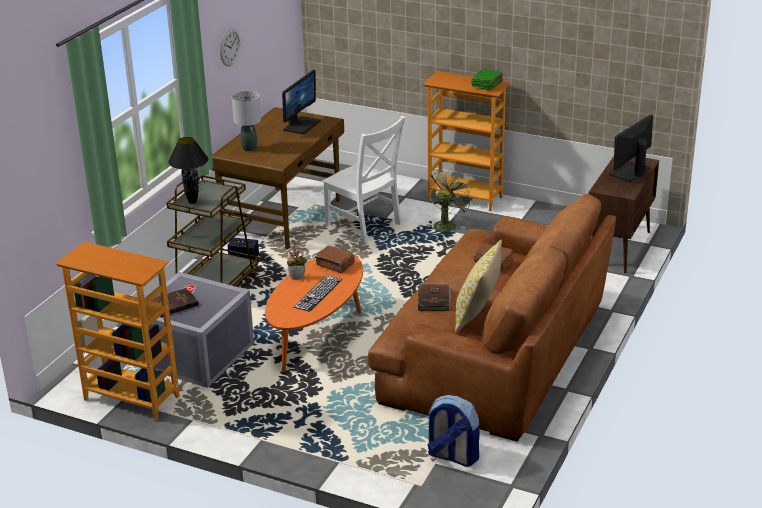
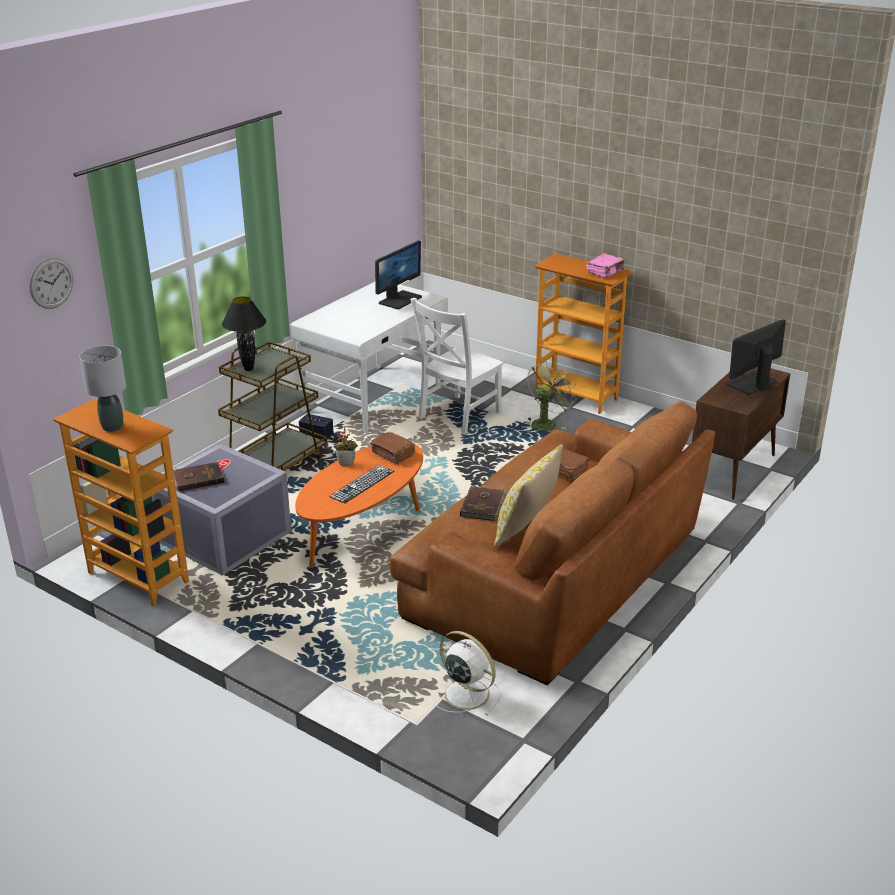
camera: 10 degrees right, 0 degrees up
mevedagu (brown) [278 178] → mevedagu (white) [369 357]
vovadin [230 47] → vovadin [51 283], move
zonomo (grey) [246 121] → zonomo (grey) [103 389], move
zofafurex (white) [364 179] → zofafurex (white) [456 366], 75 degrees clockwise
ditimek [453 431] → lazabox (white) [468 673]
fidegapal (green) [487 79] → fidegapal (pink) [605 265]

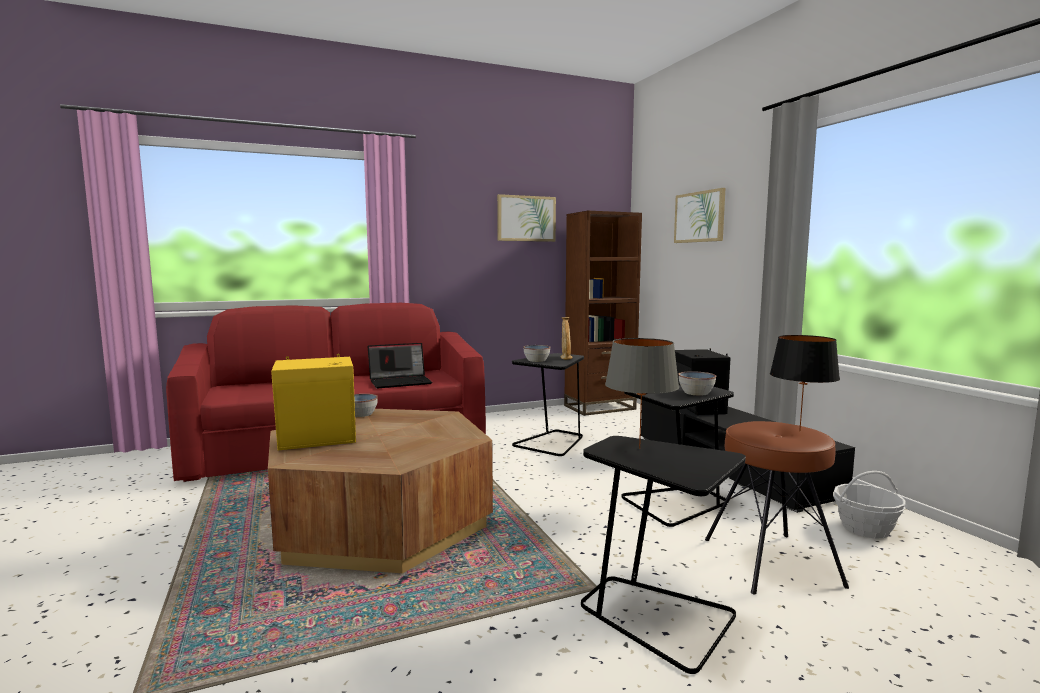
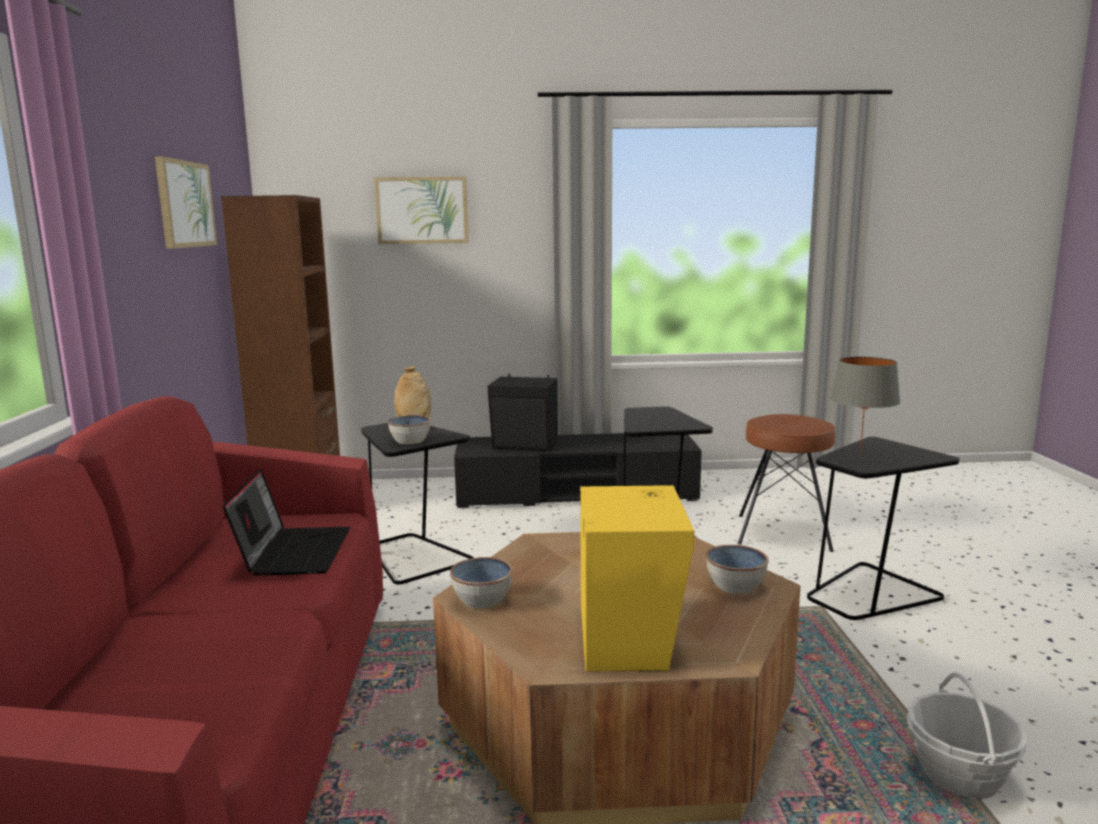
camera: 70 degrees left, 5 degrees up
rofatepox [697 383] → rofatepox [737 569], move
zonomo (black) [805 383] → -
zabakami [869 504] → zabakami [967 736], move

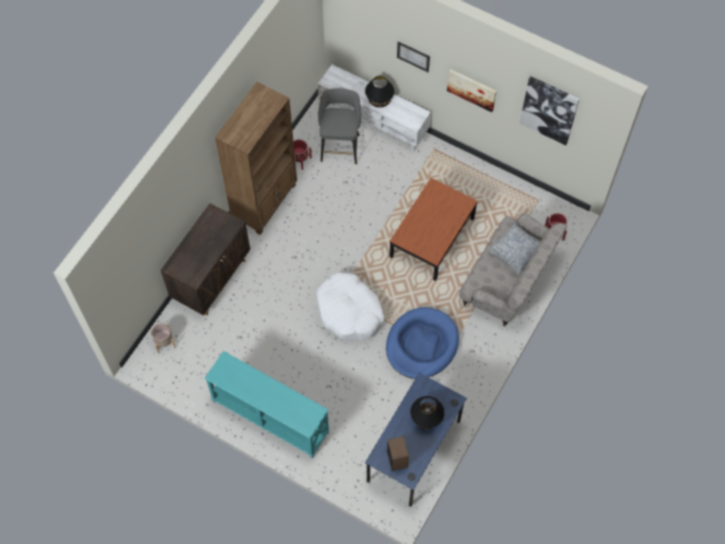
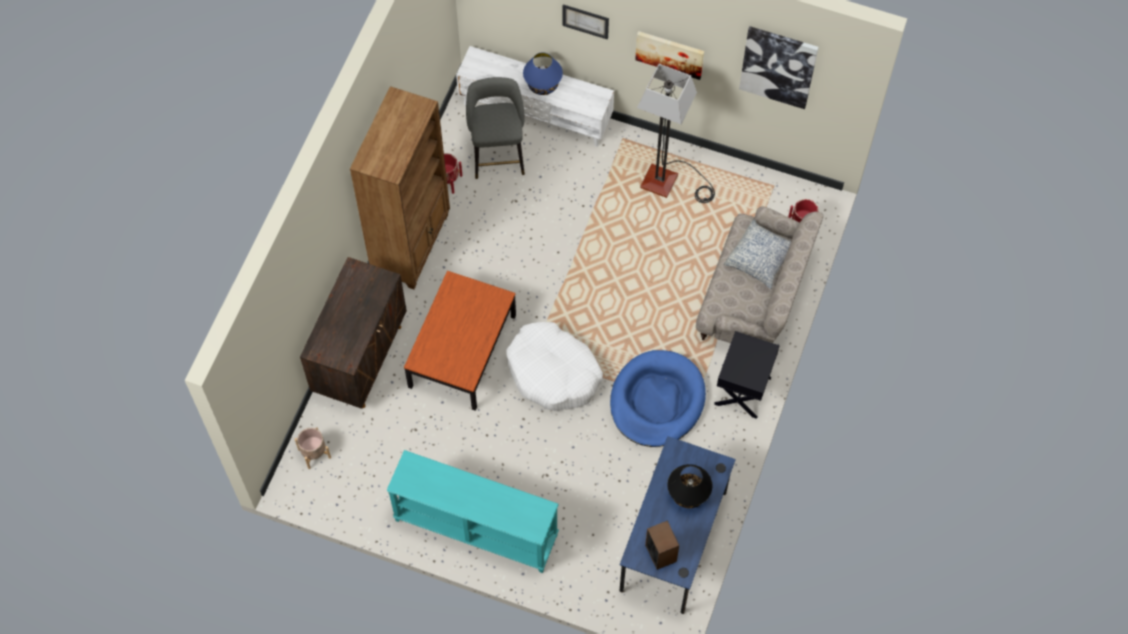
camera: 10 degrees left, 0 degrees up
zonomo (black) [380 92] → zonomo (blue) [543 73]
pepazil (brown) [434 229] → pepazil (brown) [460 341], move
- → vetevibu [676 133]
- → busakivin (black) [746 375]

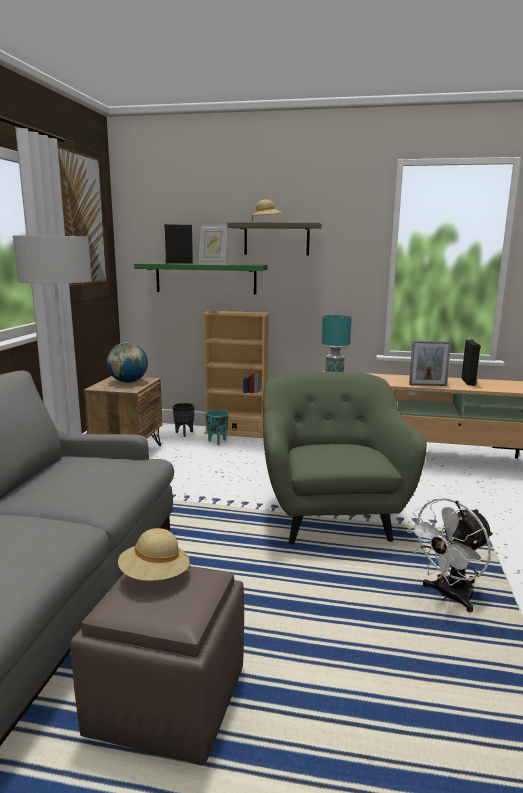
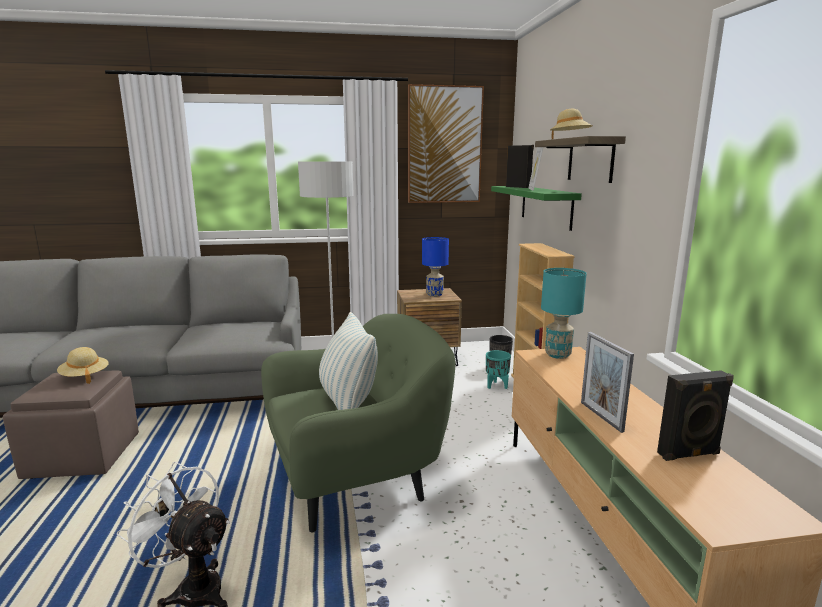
camera: 70 degrees right, 0 degrees up
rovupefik [127 362] → zonomo (blue) [435 267]
- → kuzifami [348 361]

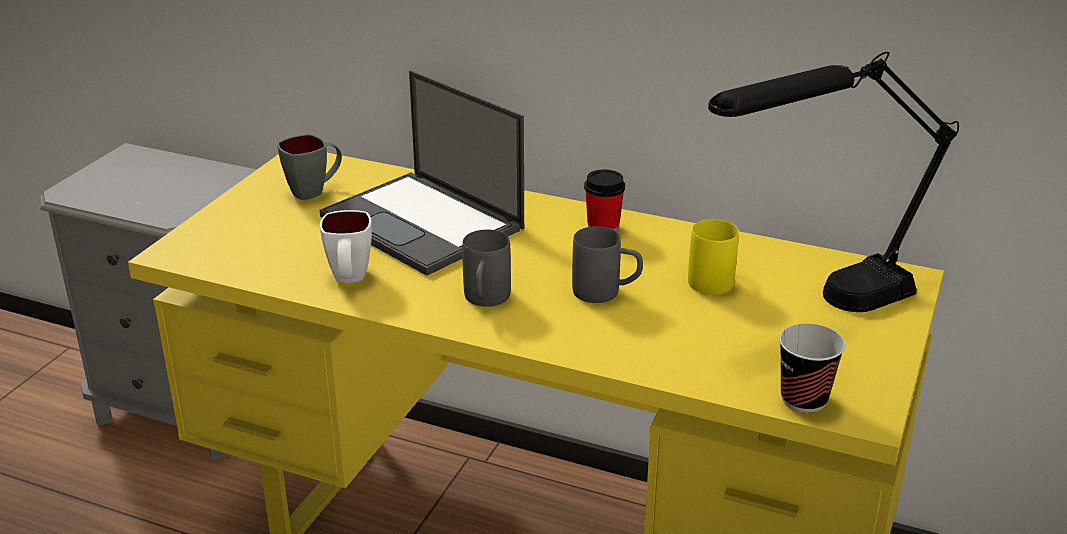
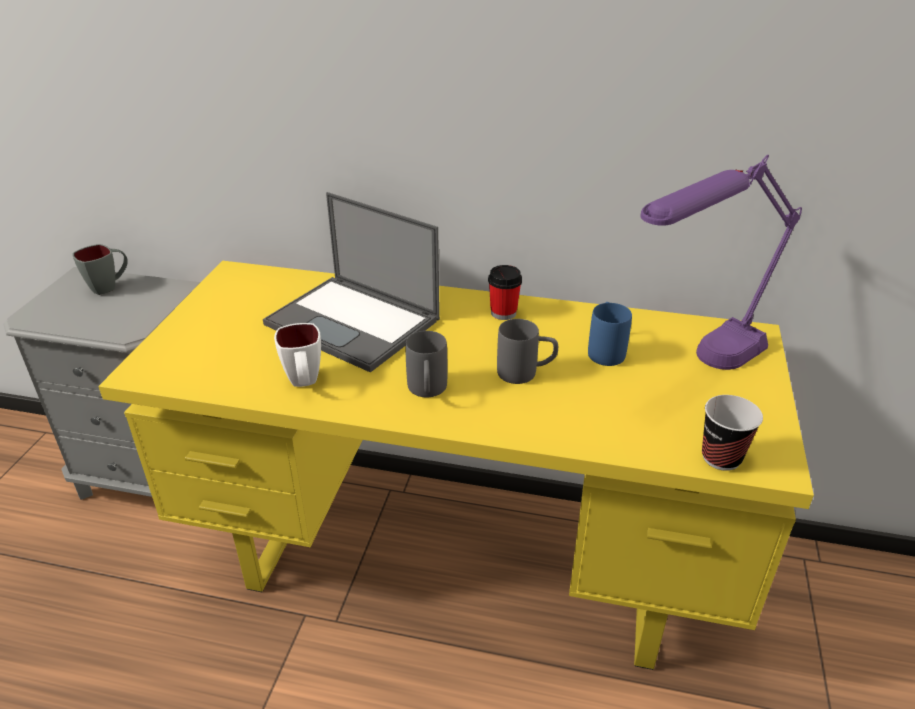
camera: 10 degrees left, 5 degrees up
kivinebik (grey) [309 167] → kivinebik (grey) [100 269], move
kivinebik (yellow) [713 257] → kivinebik (blue) [610 334]
zonomo (black) [833 182] → zonomo (purple) [721 262]

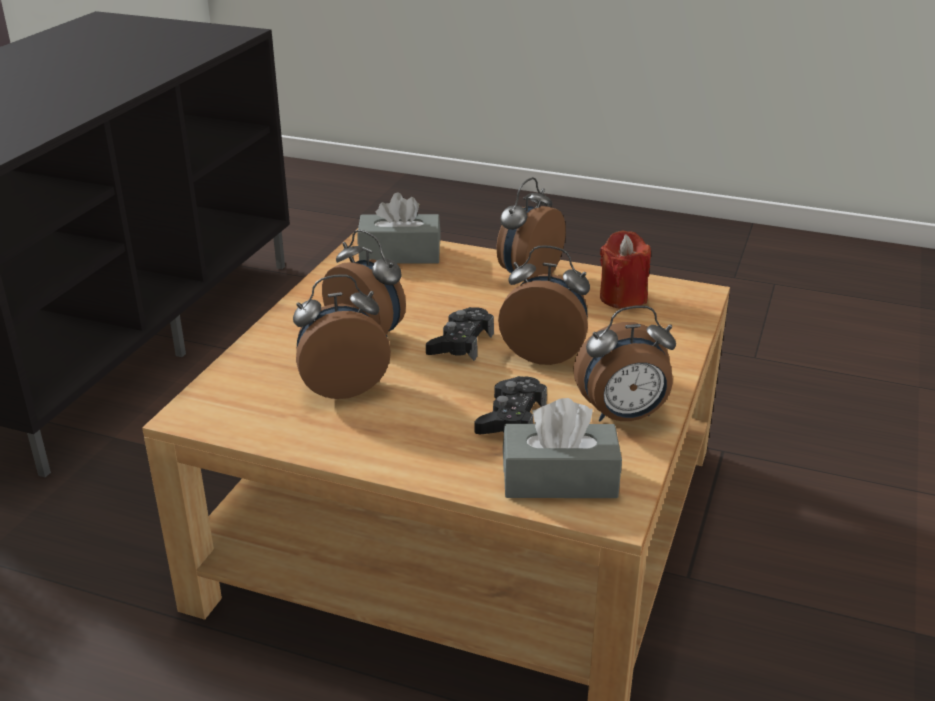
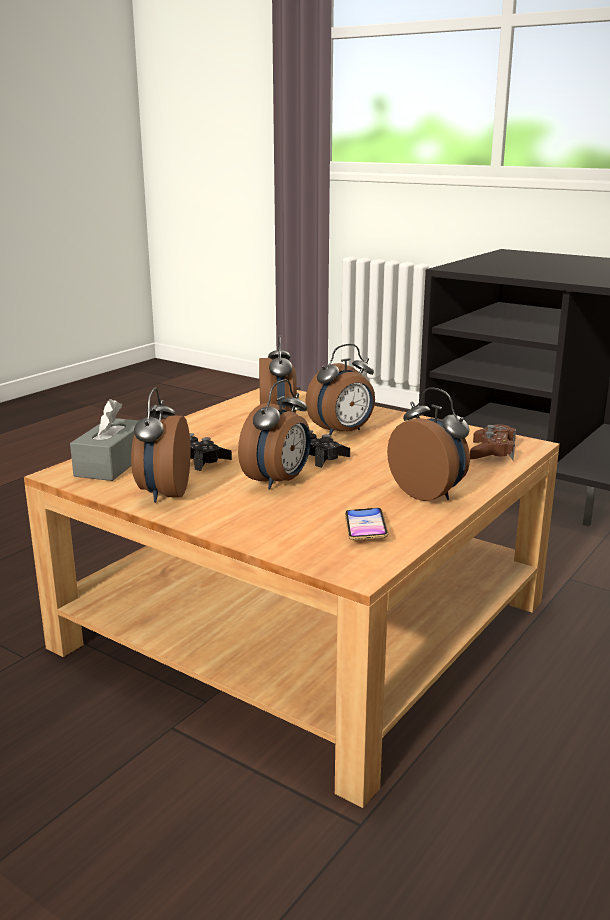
camera: 105 degrees right, 10 degrees down
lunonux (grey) [399 228] → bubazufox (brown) [493 442]
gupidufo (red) [625 269] → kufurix [366 524]

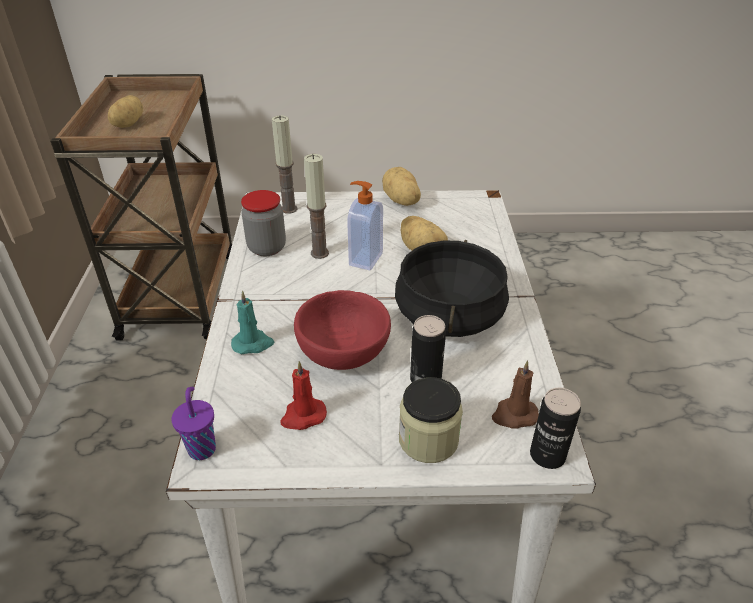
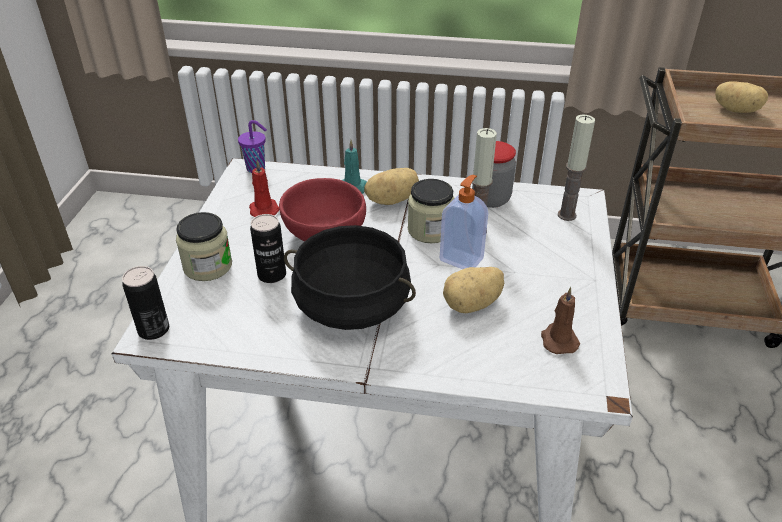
camera: 100 degrees right, 0 degrees up
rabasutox [401 186] → rabasutox [391 186], move
gupidufo (brown) [515 394] → gupidufo (brown) [560 320], move
- → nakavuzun [431 211]

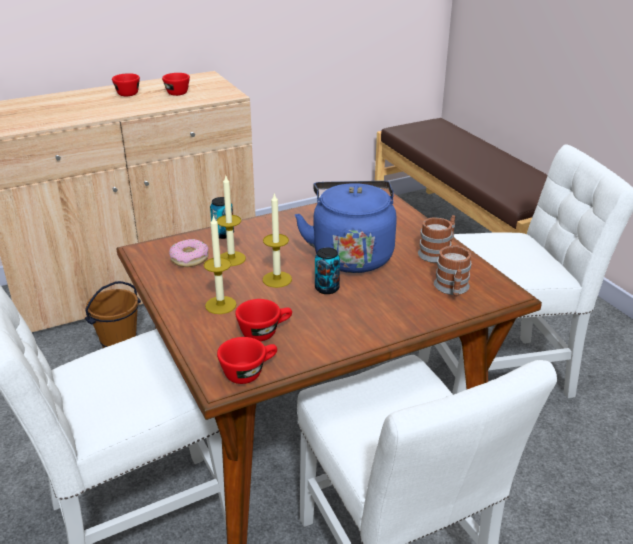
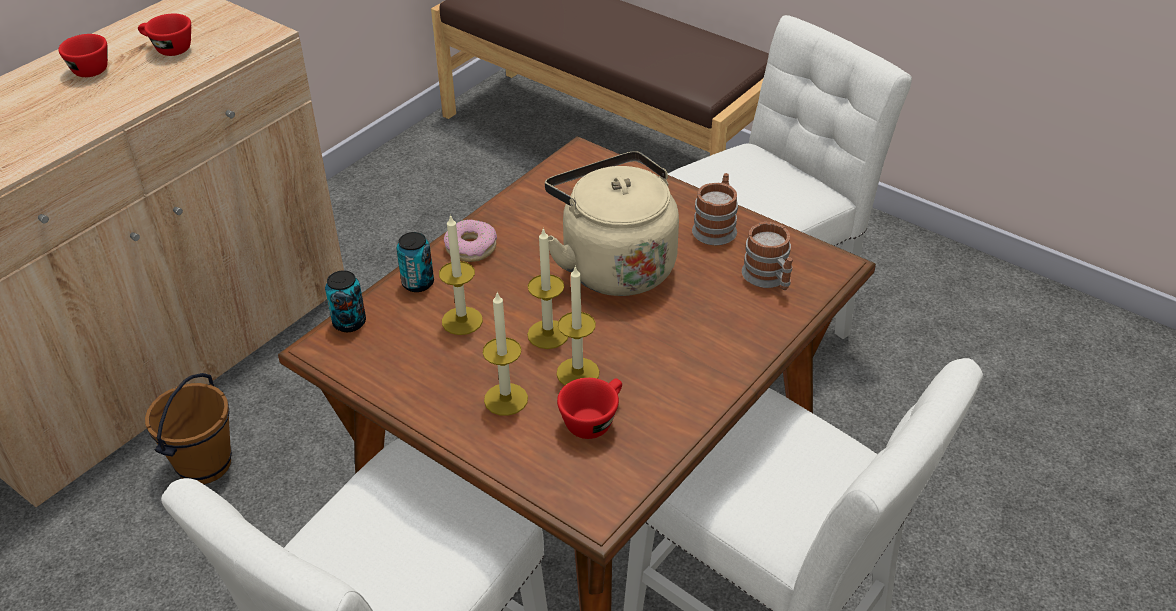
camera: 25 degrees left, 10 degrees up
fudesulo [189 253] → fudesulo [470 240], move
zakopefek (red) [247 360] → -
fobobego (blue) [346 227] → fobobego (beige) [612 223]
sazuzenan [327 271] → sazuzenan [345 301], move
- → gupidufo [577 325]

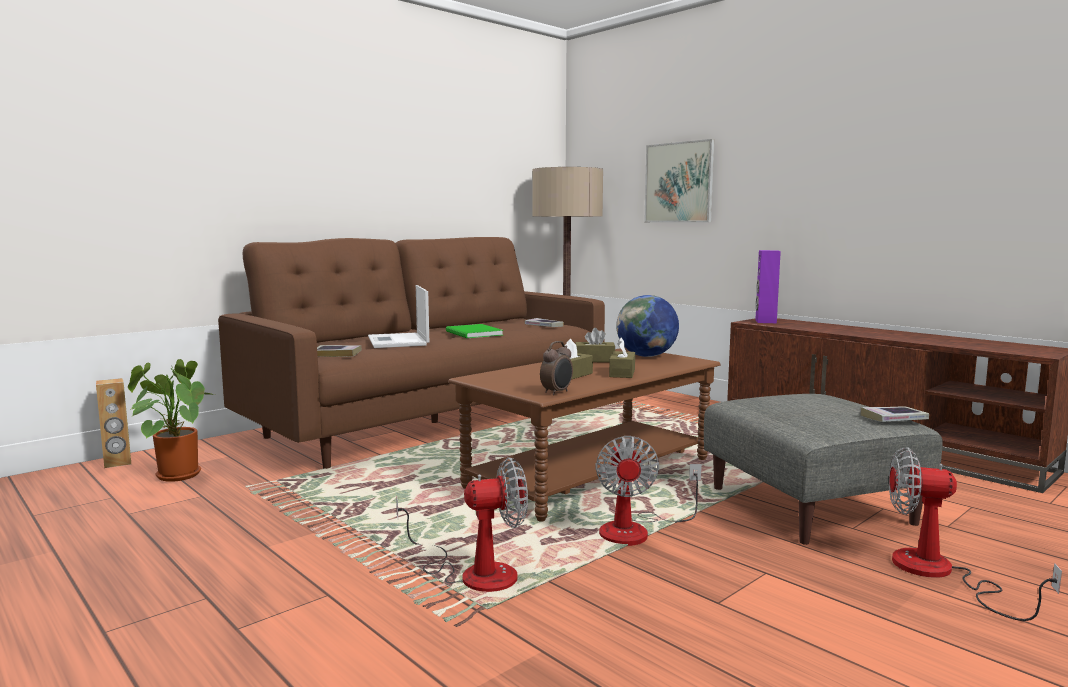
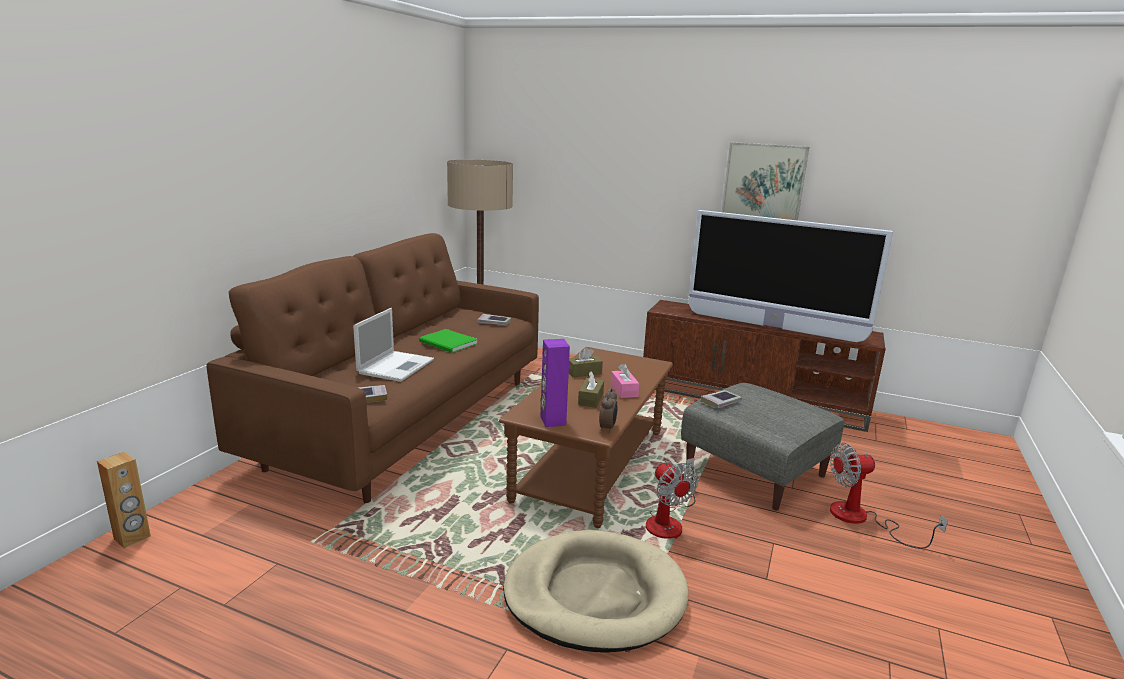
camera: 25 degrees left, 10 degrees up
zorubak [171 420] → -
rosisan [398 316] → rosisan [393 345], 120 degrees counterclockwise
lazabox [462 524] → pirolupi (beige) [596 591]
lunonux (brown) [622 357] → lunonux (pink) [625 380]
rovupefik [647 326] → -
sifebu [679 180] → sifebu [765 181], move
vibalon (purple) [768 286] → vibalon (purple) [555 383], move
fidegapal [895 414] → fidegapal [721 399], move
- → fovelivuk [790 276]

